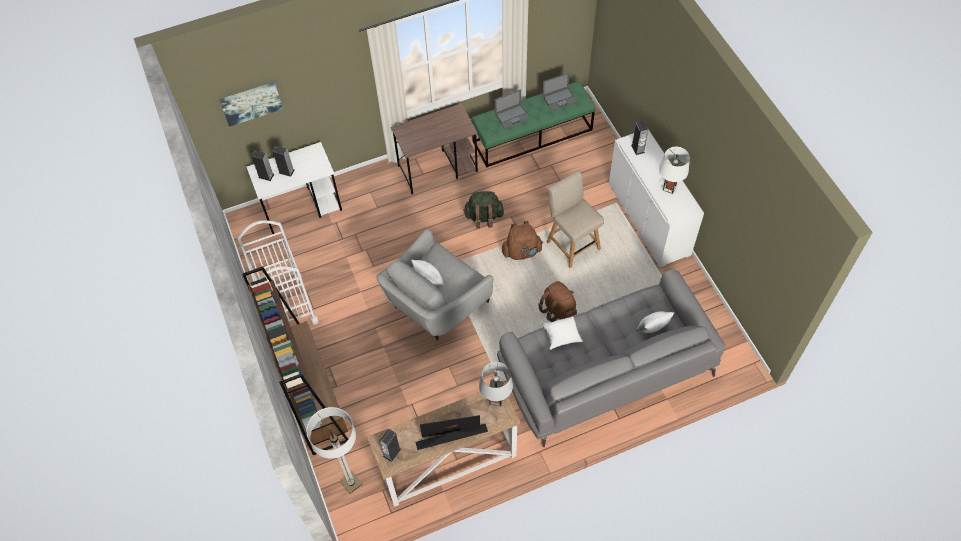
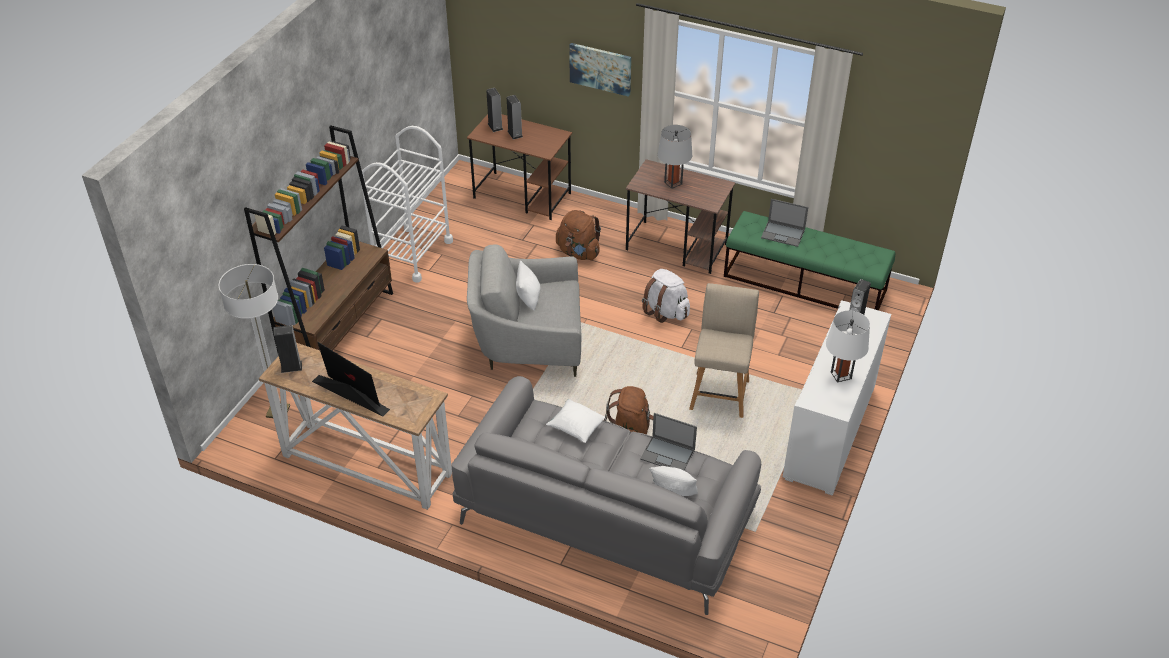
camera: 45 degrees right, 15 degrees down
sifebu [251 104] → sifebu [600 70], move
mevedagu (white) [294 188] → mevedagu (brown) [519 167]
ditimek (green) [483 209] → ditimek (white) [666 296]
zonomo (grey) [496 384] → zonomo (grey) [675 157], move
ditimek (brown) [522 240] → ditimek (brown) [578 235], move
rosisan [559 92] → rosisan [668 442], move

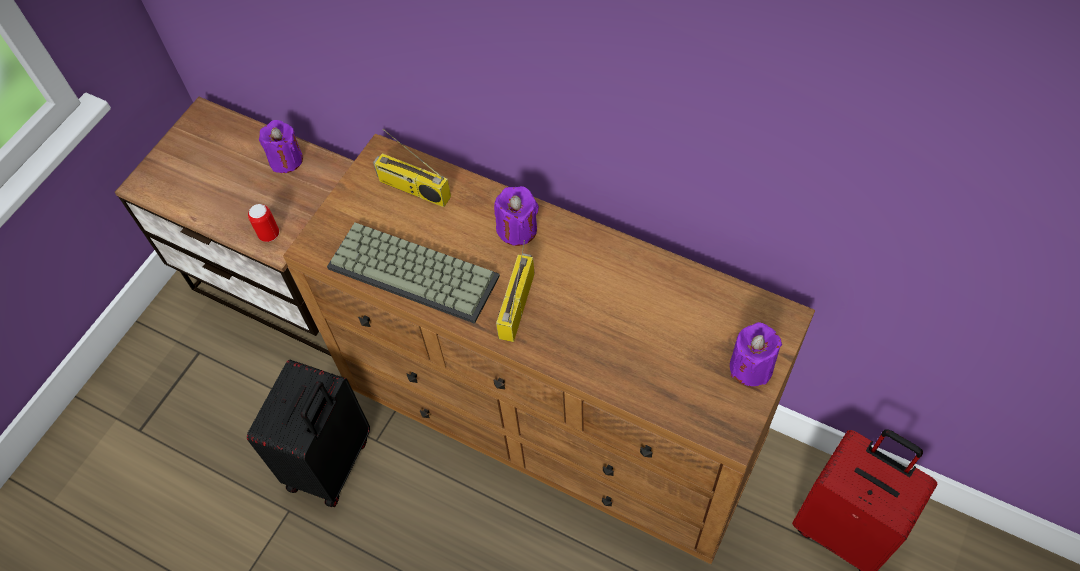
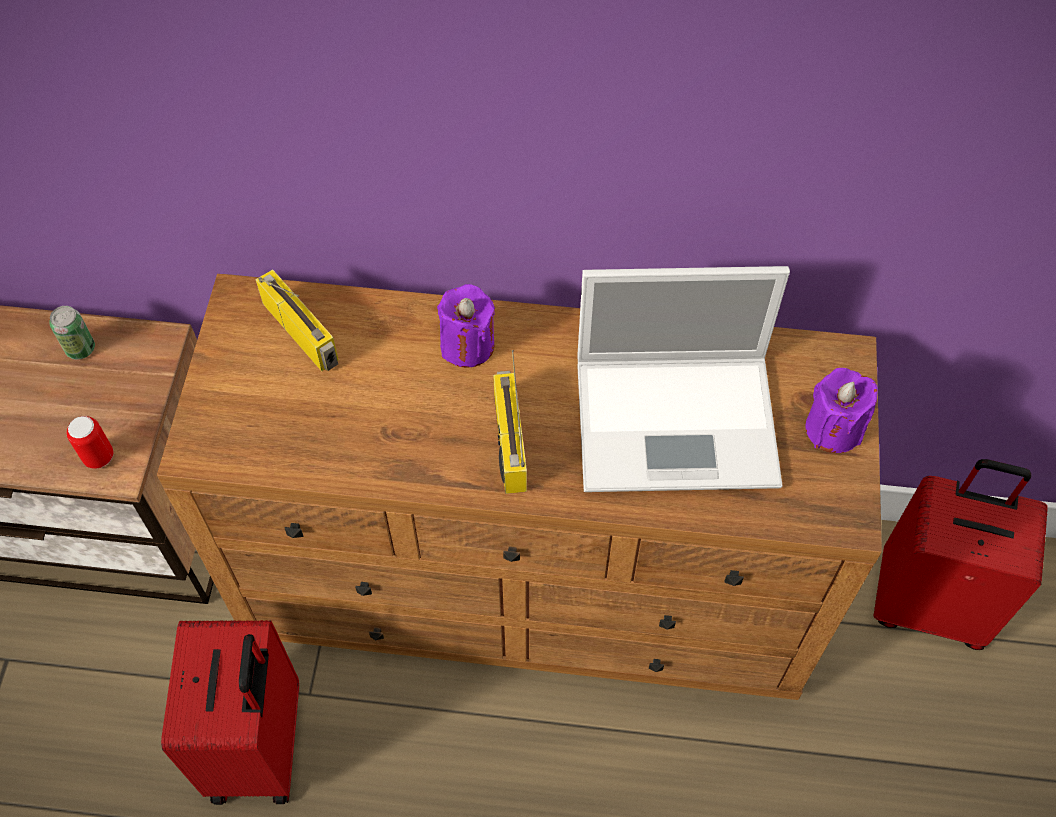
camera: 25 degrees left, 0 degrees up
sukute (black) [308 433] → sukute (red) [230 712]
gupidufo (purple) [281 146] → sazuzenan [72 333]
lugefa [413 273] → -
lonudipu [412 168] → lonudipu [297 320], 135 degrees counterclockwise
- → rosisan [683 379]

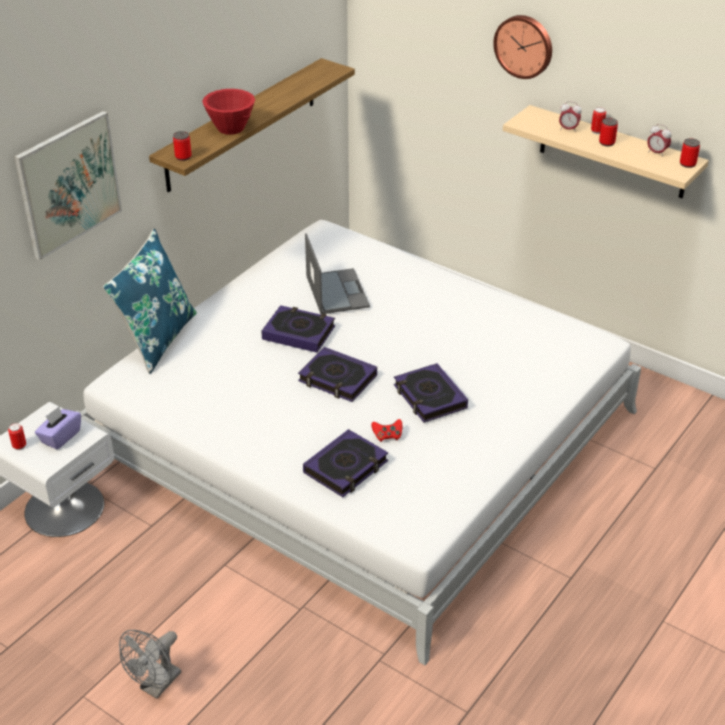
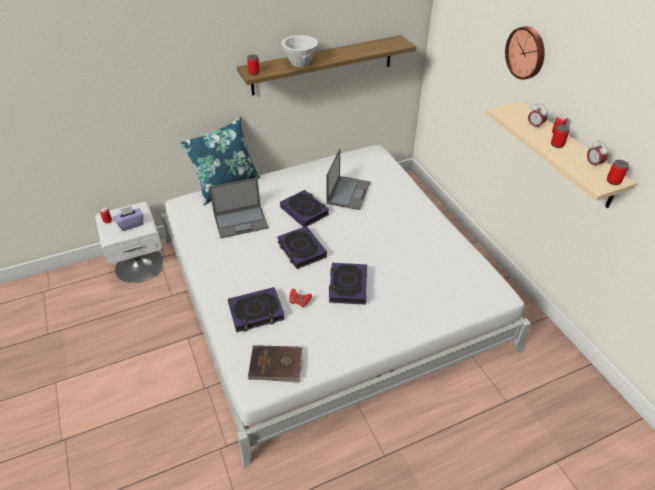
camera: 30 degrees right, 5 degrees up
sifebu [68 185] → -
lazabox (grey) [150 664] → -
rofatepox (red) [228 112] → rofatepox (white) [300 51]
- → rosisan [239 208]
- → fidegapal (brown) [276 364]

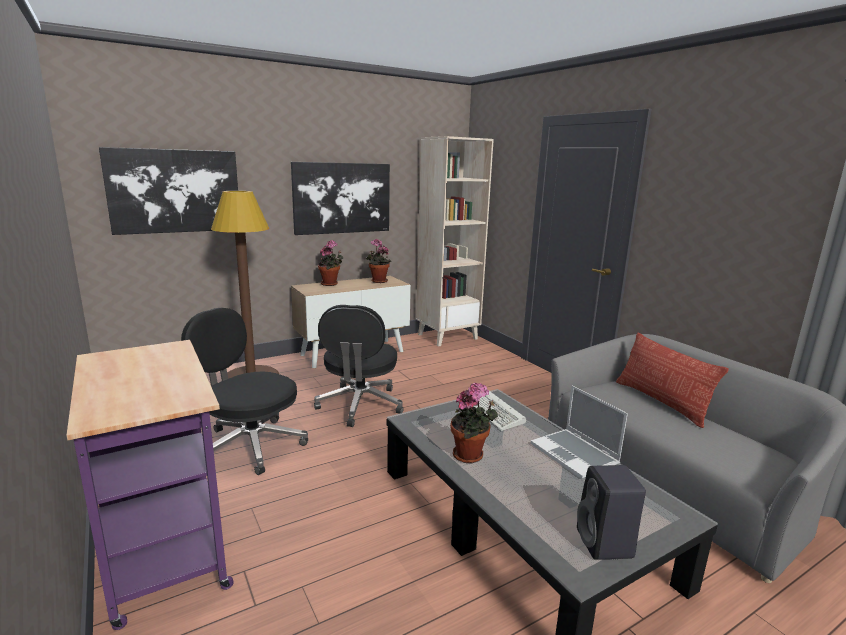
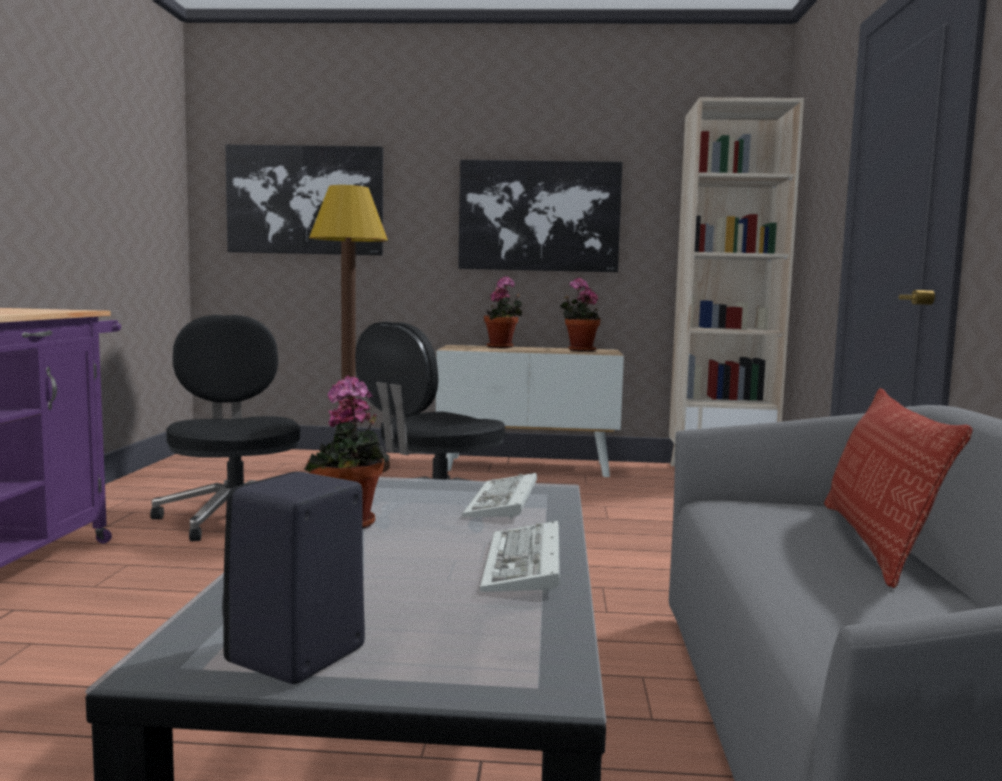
camera: 35 degrees right, 10 degrees down
rosisan [579 432] → lugefa [520 557]

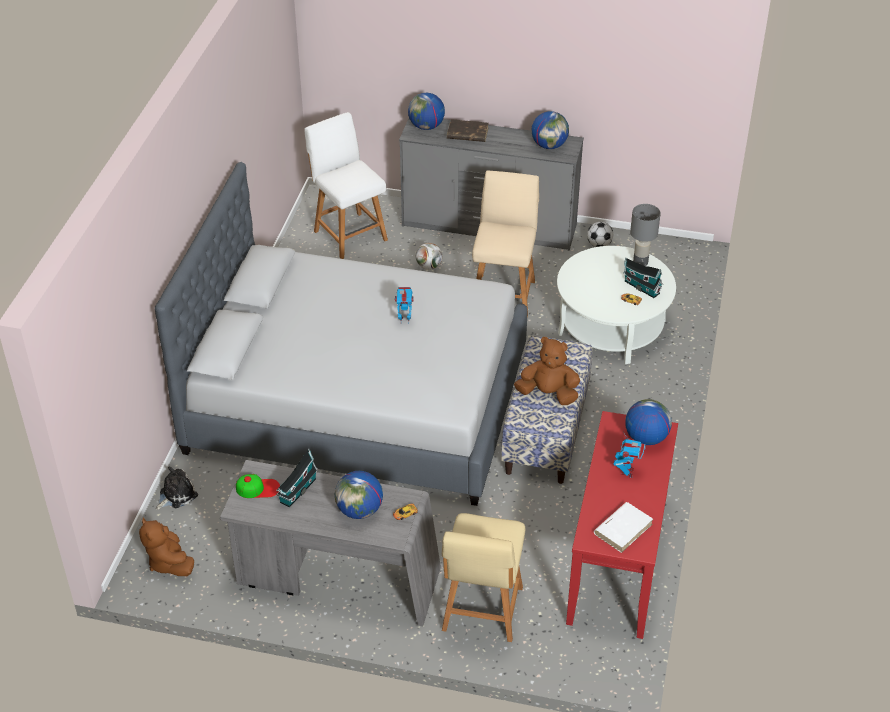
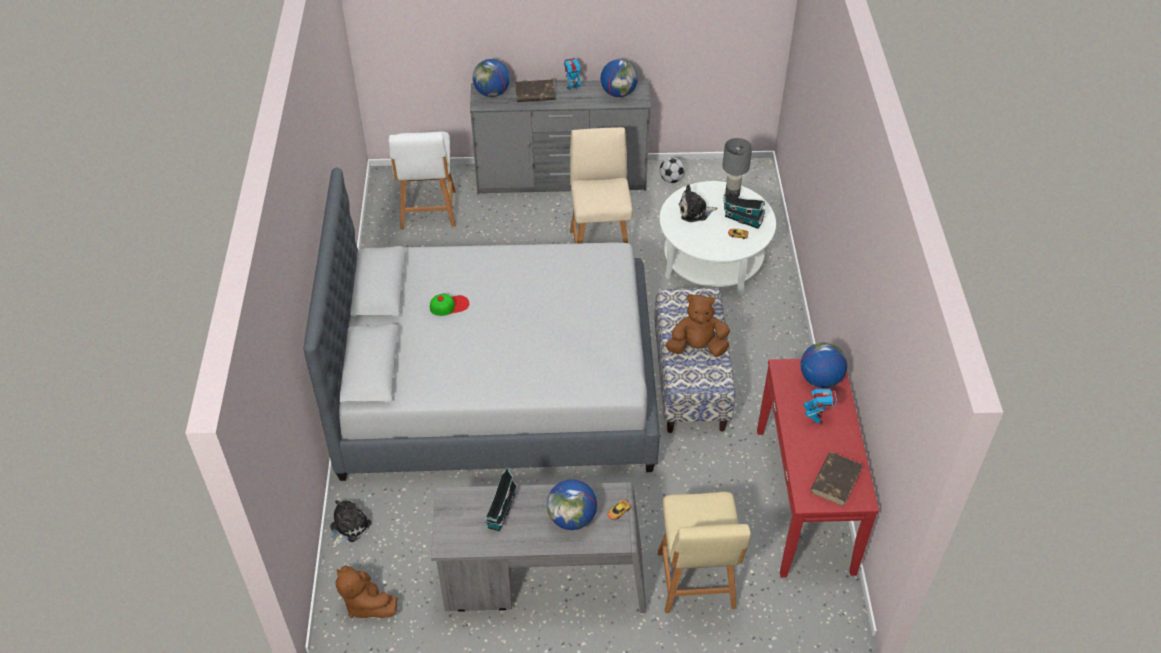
camera: 15 degrees left, 5 degrees up
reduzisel [258 486] → reduzisel [449 304], move
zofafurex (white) [346 185] → zofafurex (white) [422 180], 135 degrees counterclockwise
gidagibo [404 305] → gidagibo [573 75], move
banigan [429 256] → -
fidegapal (white) [623 527] → fidegapal (brown) [836 479]
- → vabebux [698 203]

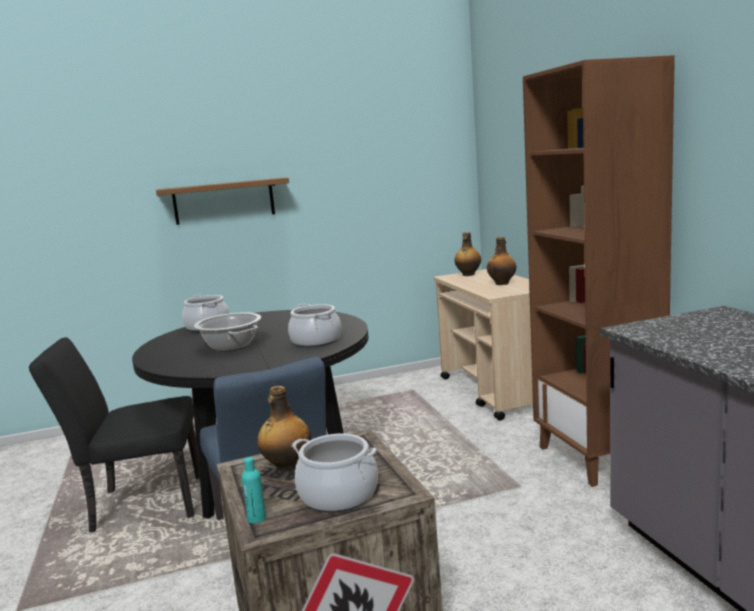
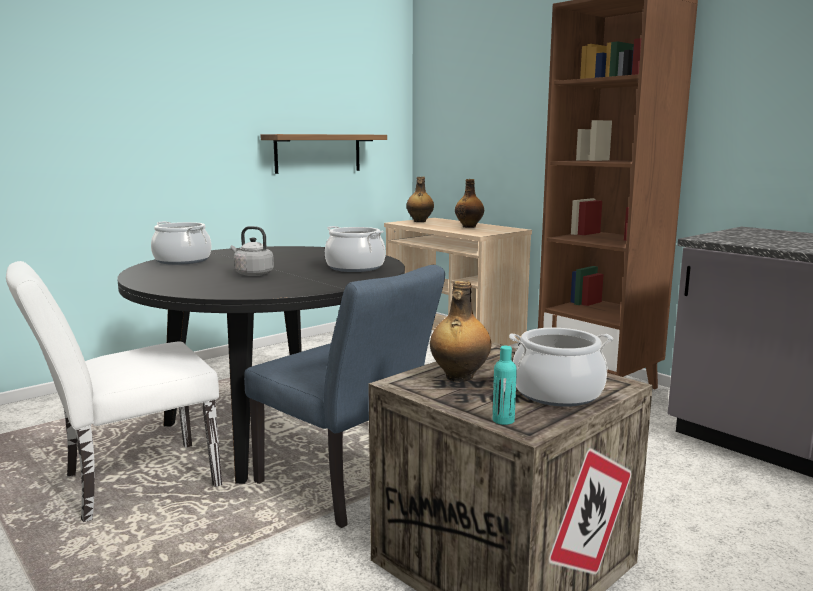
camera: 25 degrees left, 0 degrees up
zofafurex (black) [114 435] → zofafurex (white) [114 391]
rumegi [222 201] → rumegi [323 154], move
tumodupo [227 331] → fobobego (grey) [252 251]

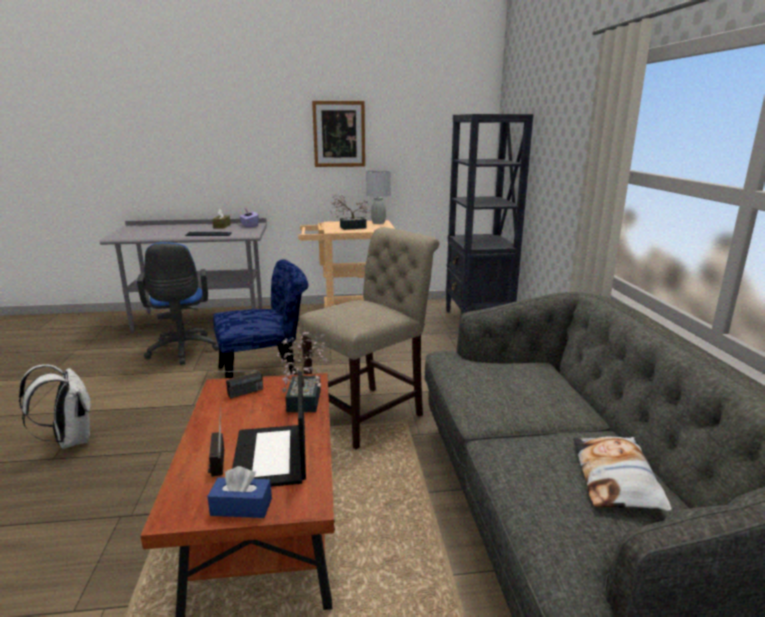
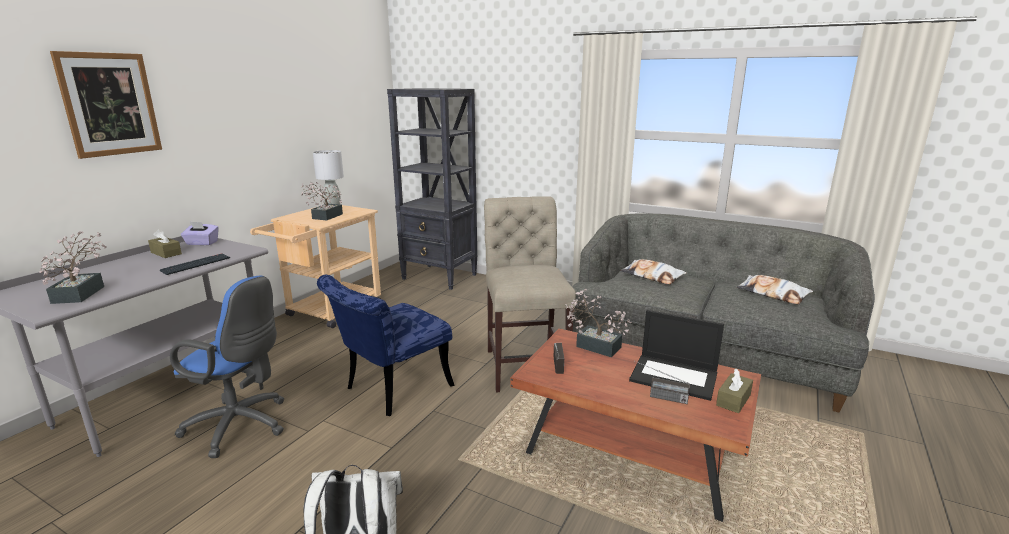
camera: 55 degrees left, 0 degrees up
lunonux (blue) [239 492] → lunonux (brown) [734 391]
zofafurex (blue) [260 318] → zofafurex (blue) [386 345], 150 degrees counterclockwise
sifebu [338 134] → sifebu [106 105], move
- → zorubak [72 267]
- → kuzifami [653 272]

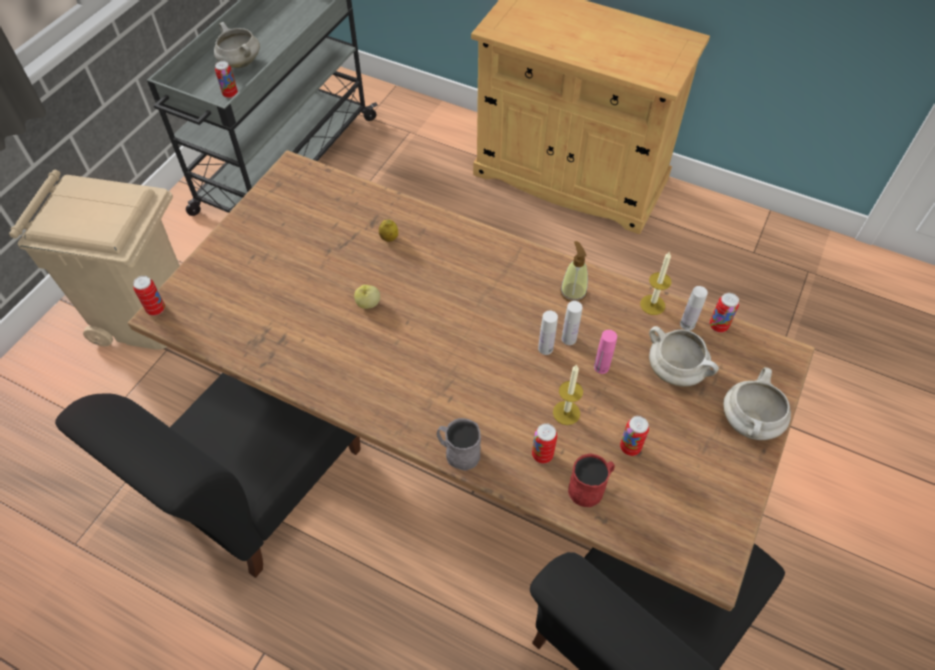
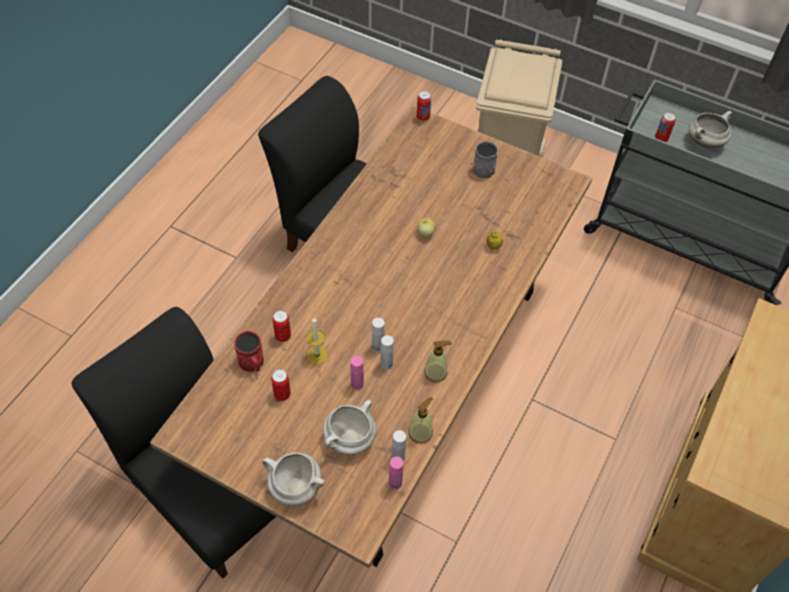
camera: 90 degrees right, 0 degrees up
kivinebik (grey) [459 444] → kivinebik (grey) [485 159], move
gupidufo [655 283] → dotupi [420 420]
sazuzenan [724 313] → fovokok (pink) [396 472]

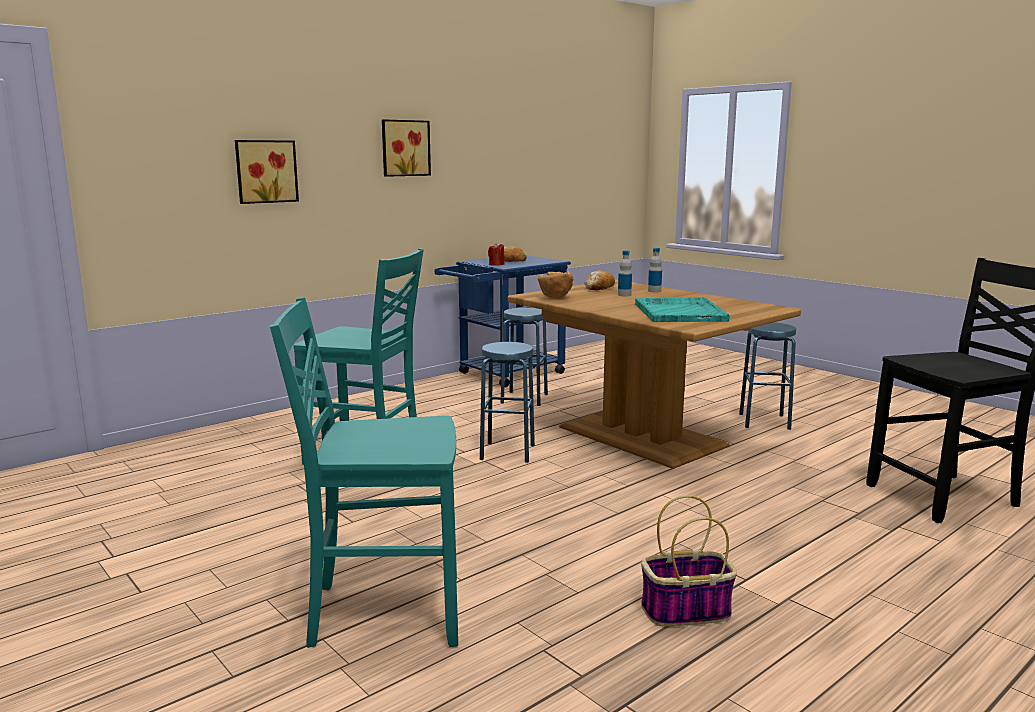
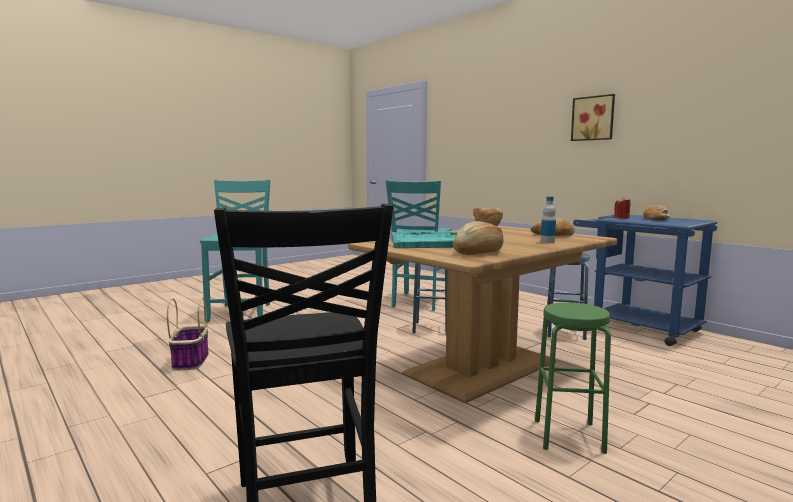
camera: 90 degrees right, 5 degrees down
sifebu [267 172] → -
fovokok [625 273] → -
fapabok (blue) [767 376] → fapabok (green) [573 378]
- → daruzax [478 238]

